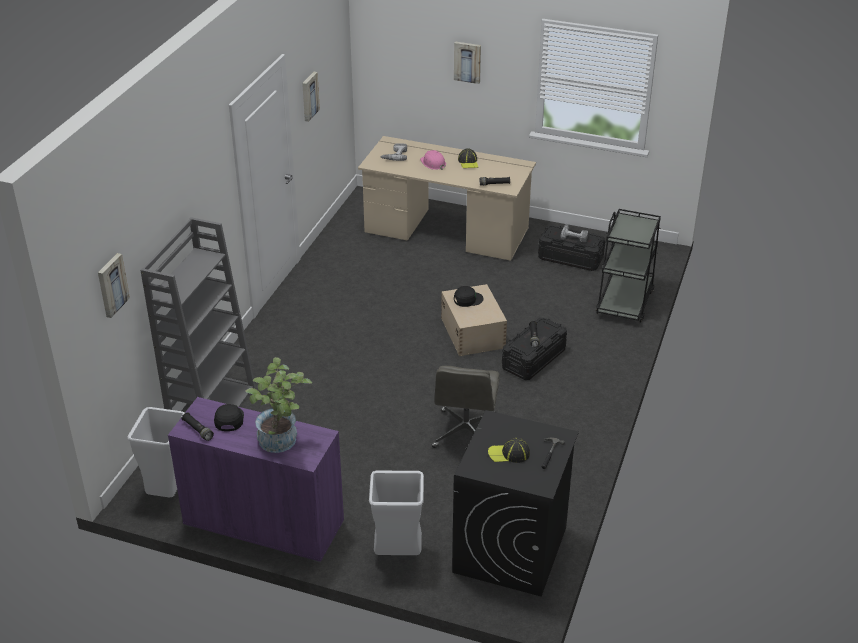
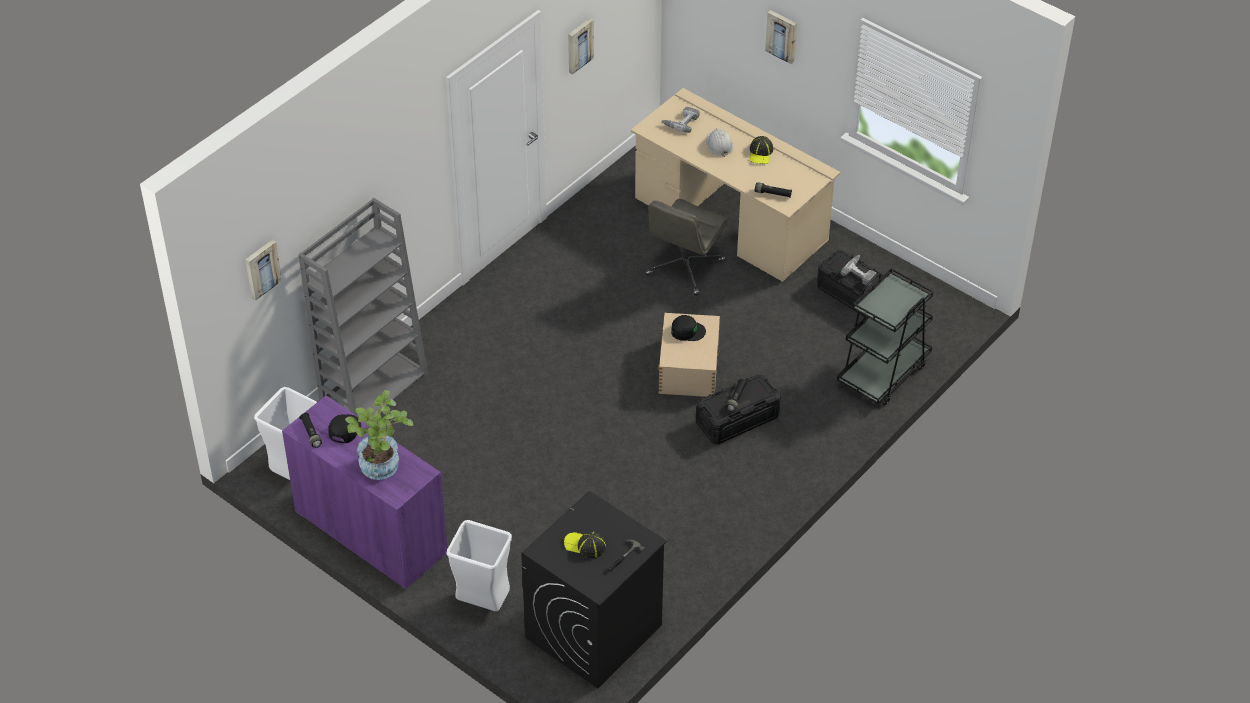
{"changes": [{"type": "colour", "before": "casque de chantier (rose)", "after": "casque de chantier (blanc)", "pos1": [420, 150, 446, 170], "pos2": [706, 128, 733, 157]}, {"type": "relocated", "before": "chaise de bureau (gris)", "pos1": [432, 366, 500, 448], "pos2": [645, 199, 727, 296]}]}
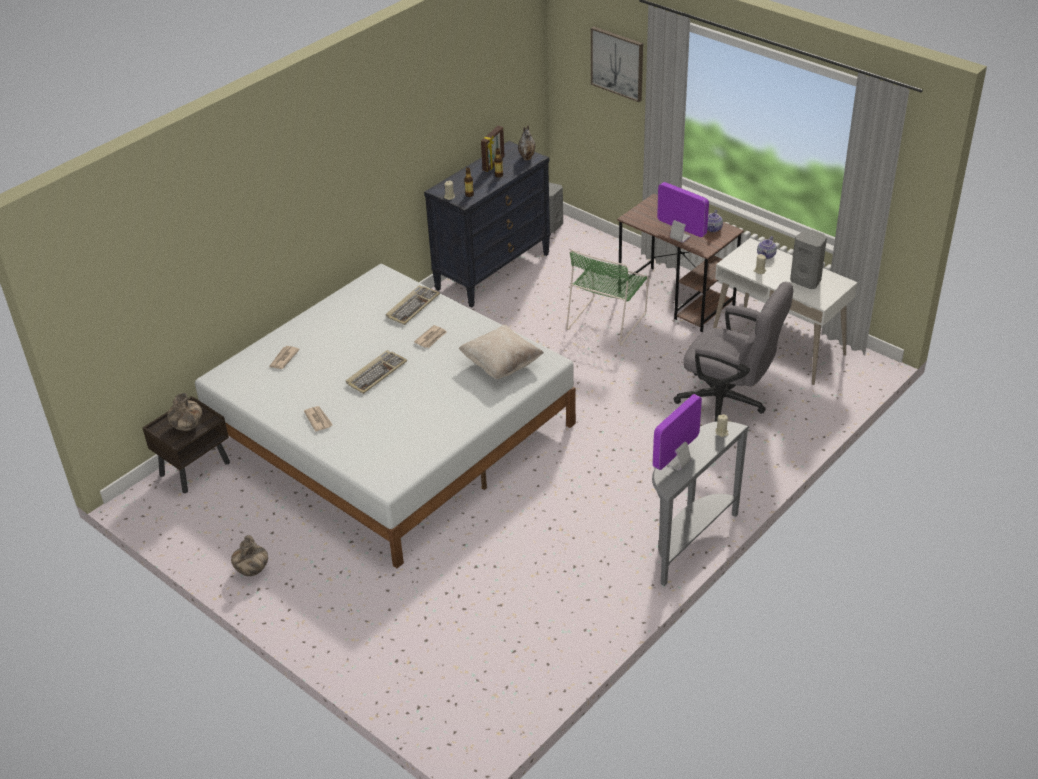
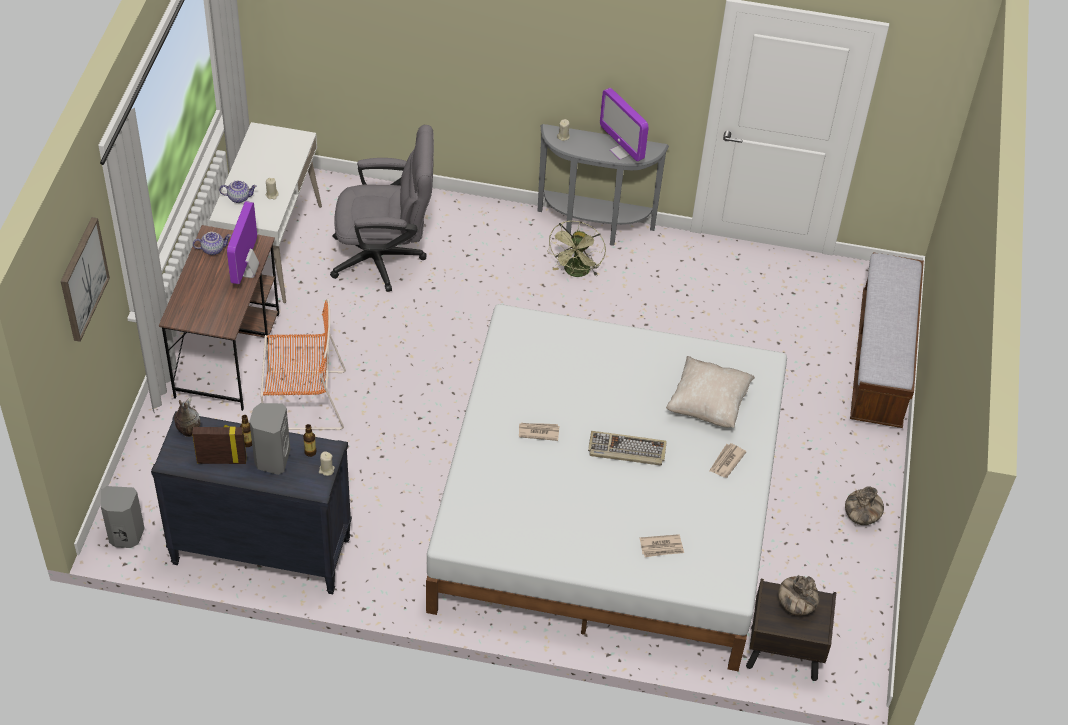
{"changes": [{"type": "relocated", "before": "enceinte (gris)", "pos1": [790, 230, 827, 289], "pos2": [249, 403, 290, 475]}, {"type": "colour", "before": "chaise (vert)", "after": "chaise (orange)", "pos1": [566, 250, 649, 346], "pos2": [260, 298, 346, 430]}, {"type": "spun", "before": "chaise de bureau (gris)", "pos1": [674, 282, 793, 422], "pos2": [330, 125, 434, 292], "turn": 90}, {"type": "missing", "before": "clavier", "pos1": [386, 285, 440, 325]}, {"type": "relocated", "before": "coussin (beige)", "pos1": [458, 325, 544, 379], "pos2": [666, 356, 755, 428]}, {"type": "spun", "before": "écran d'ordinateur", "pos1": [653, 394, 702, 471], "pos2": [600, 88, 649, 161], "turn": 45}, {"type": "appeared", "after": "ventilateur (vert)", "pos2": [547, 221, 606, 277]}, {"type": "appeared", "after": "banc", "pos2": [850, 252, 924, 428]}]}
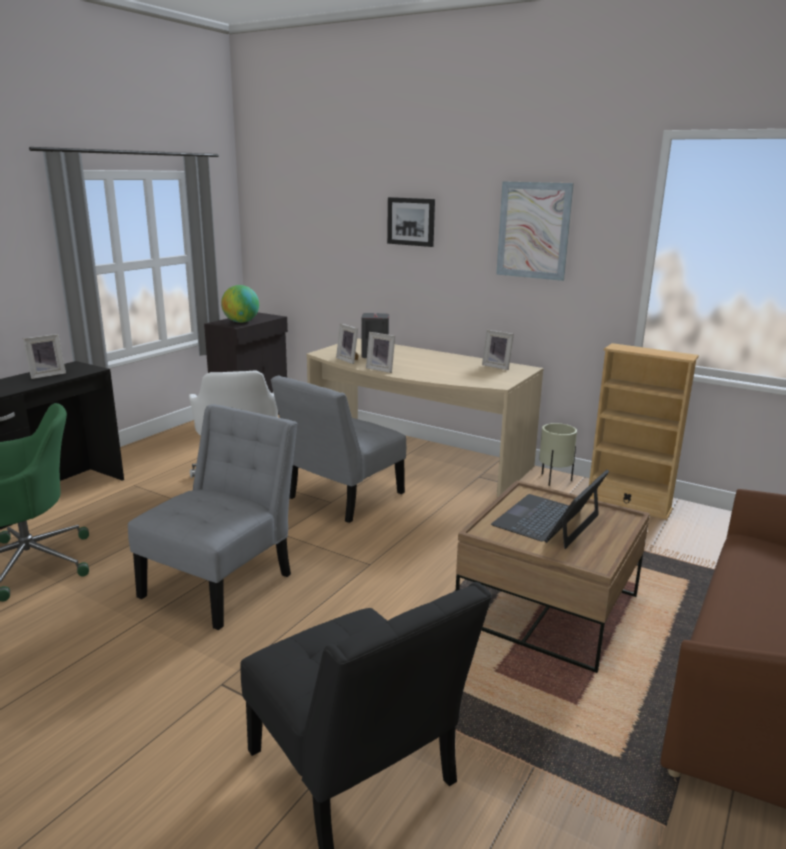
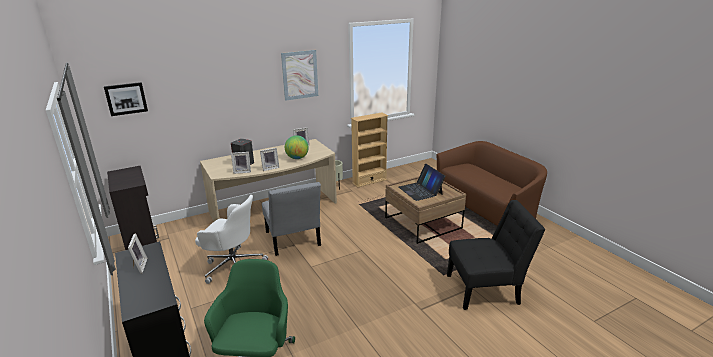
{"changes": [{"type": "relocated", "before": "tableau", "pos1": [387, 197, 435, 247], "pos2": [104, 82, 148, 116]}, {"type": "relocated", "before": "globe", "pos1": [221, 285, 259, 323], "pos2": [285, 135, 309, 159]}, {"type": "missing", "before": "chaise (gris)", "pos1": [128, 404, 298, 630]}]}
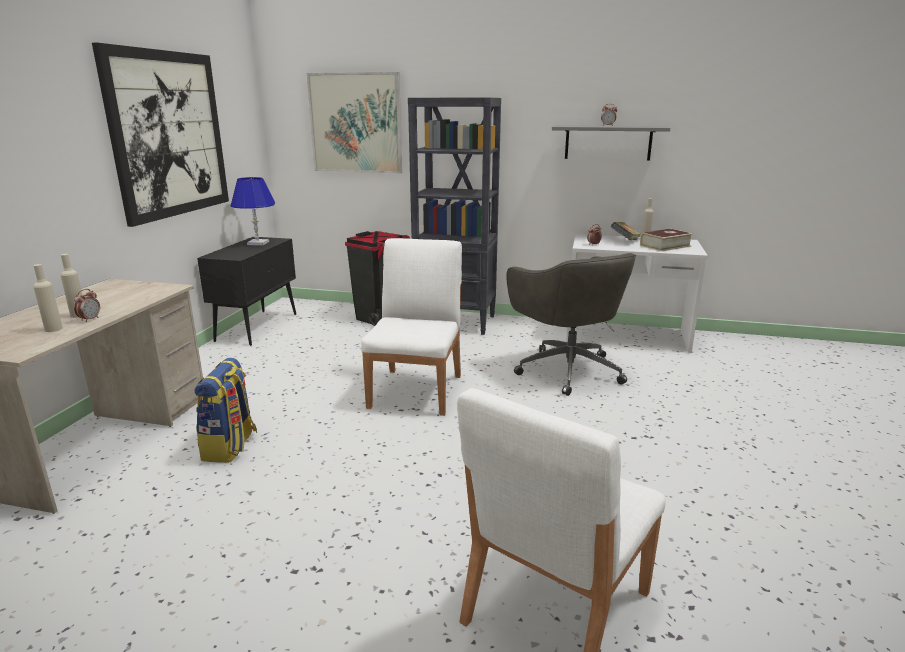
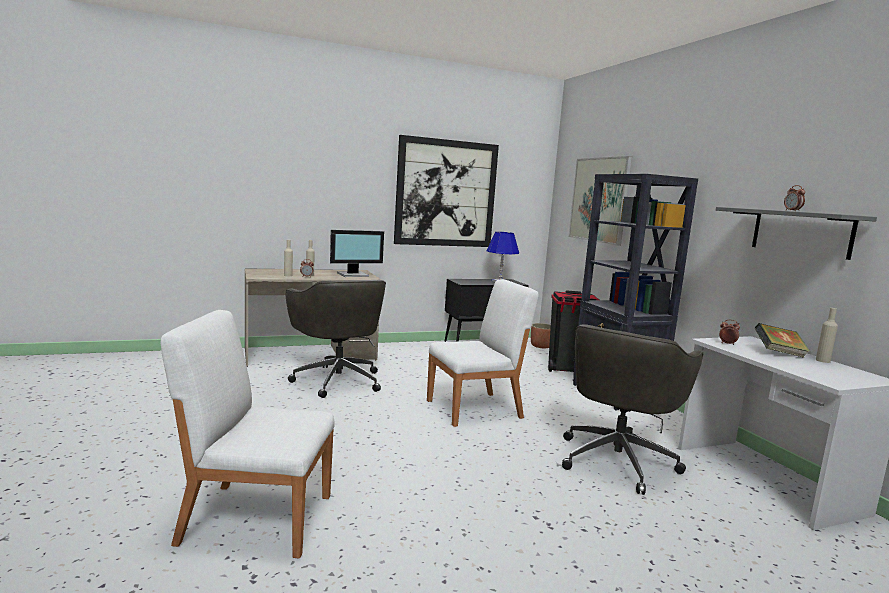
{"changes": [{"type": "missing", "before": "livre", "pos1": [640, 228, 693, 251]}, {"type": "exchanged", "before": "sac à dos", "after": "chaise de bureau (gris)", "pos1": [195, 358, 257, 463], "pos2": [286, 280, 386, 398]}, {"type": "appeared", "after": "écran d'ordinateur", "pos2": [330, 230, 384, 277]}, {"type": "appeared", "after": "cache-pot", "pos2": [531, 323, 551, 348]}]}
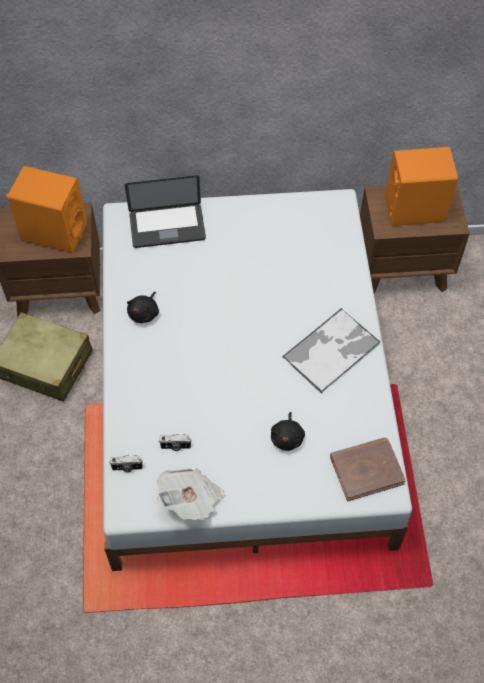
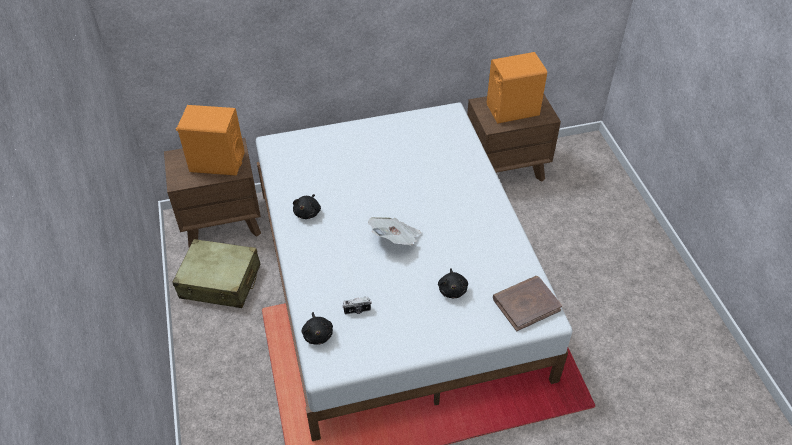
{"changes": [{"type": "missing", "before": "ordinateur portable", "pos1": [125, 175, 206, 248]}, {"type": "missing", "before": "plateau", "pos1": [282, 308, 381, 394]}, {"type": "exchanged", "before": "appareil photo", "after": "peluche (noir)", "pos1": [109, 455, 143, 472], "pos2": [301, 312, 333, 345]}, {"type": "relocated", "before": "journal", "pos1": [156, 468, 225, 520], "pos2": [368, 217, 421, 245]}]}
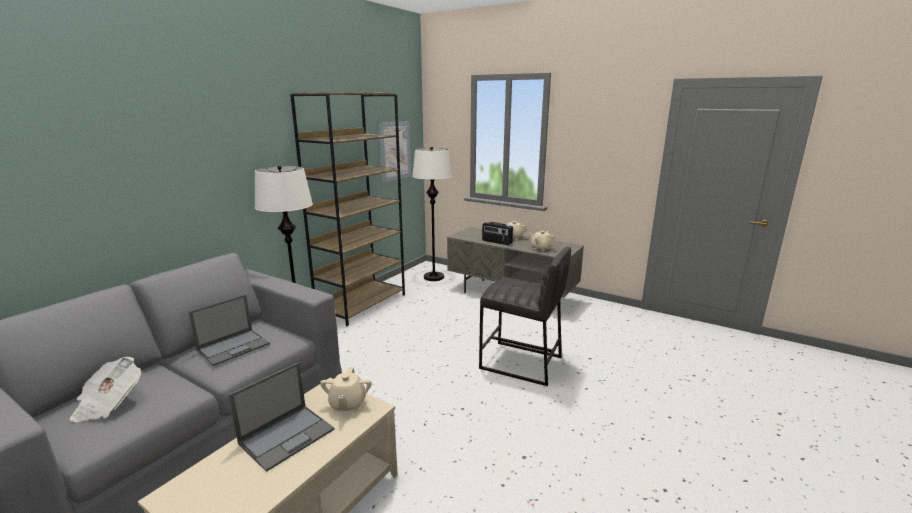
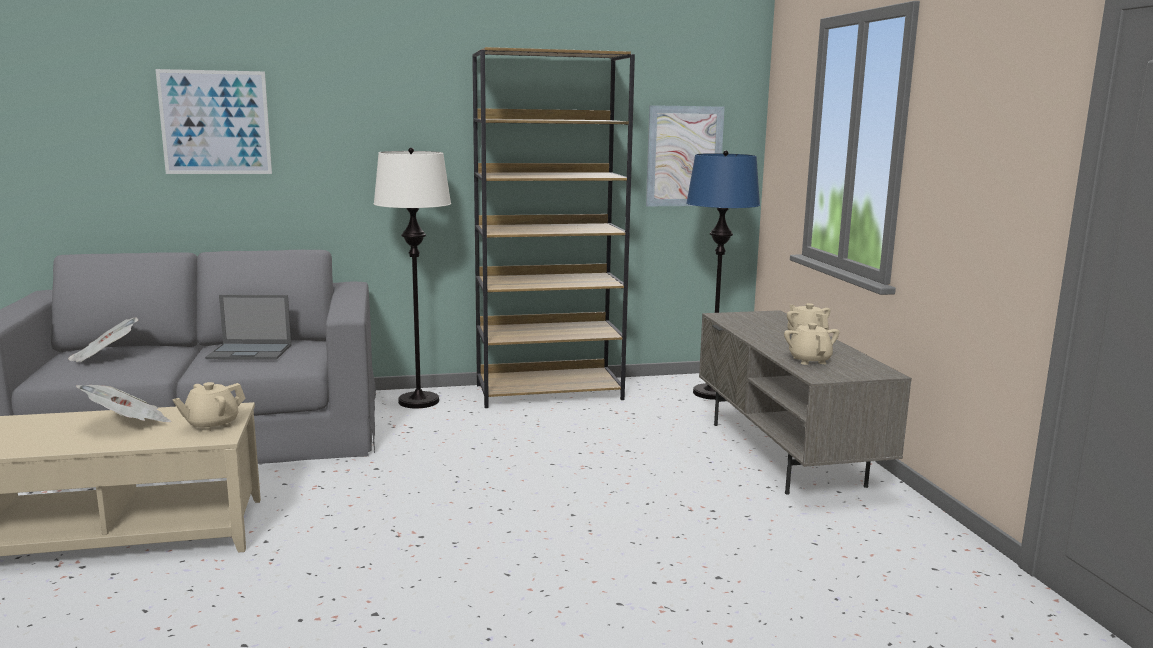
{"changes": [{"type": "colour", "before": "lampadaire (blanc)", "after": "lampadaire (bleu)", "pos1": [412, 147, 452, 281], "pos2": [686, 150, 760, 400]}, {"type": "missing", "before": "radio", "pos1": [482, 222, 513, 245]}, {"type": "missing", "before": "tabouret (gris)", "pos1": [479, 247, 571, 386]}, {"type": "exchanged", "before": "ordinateur portable", "after": "journal", "pos1": [229, 362, 335, 472], "pos2": [76, 385, 172, 422]}, {"type": "appeared", "after": "tableau", "pos2": [155, 69, 272, 174]}]}
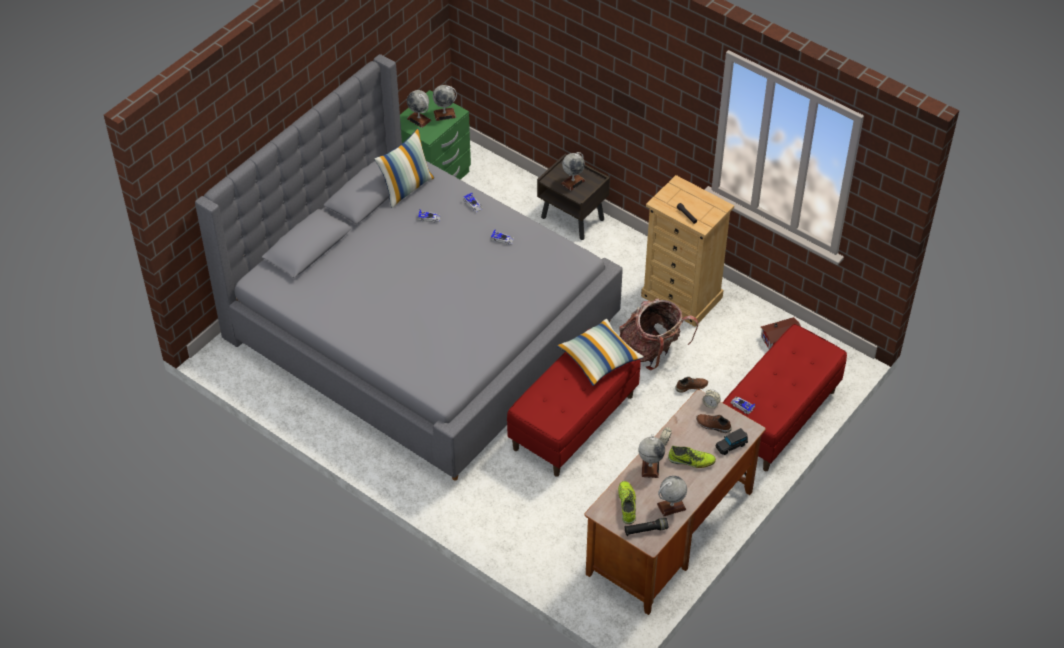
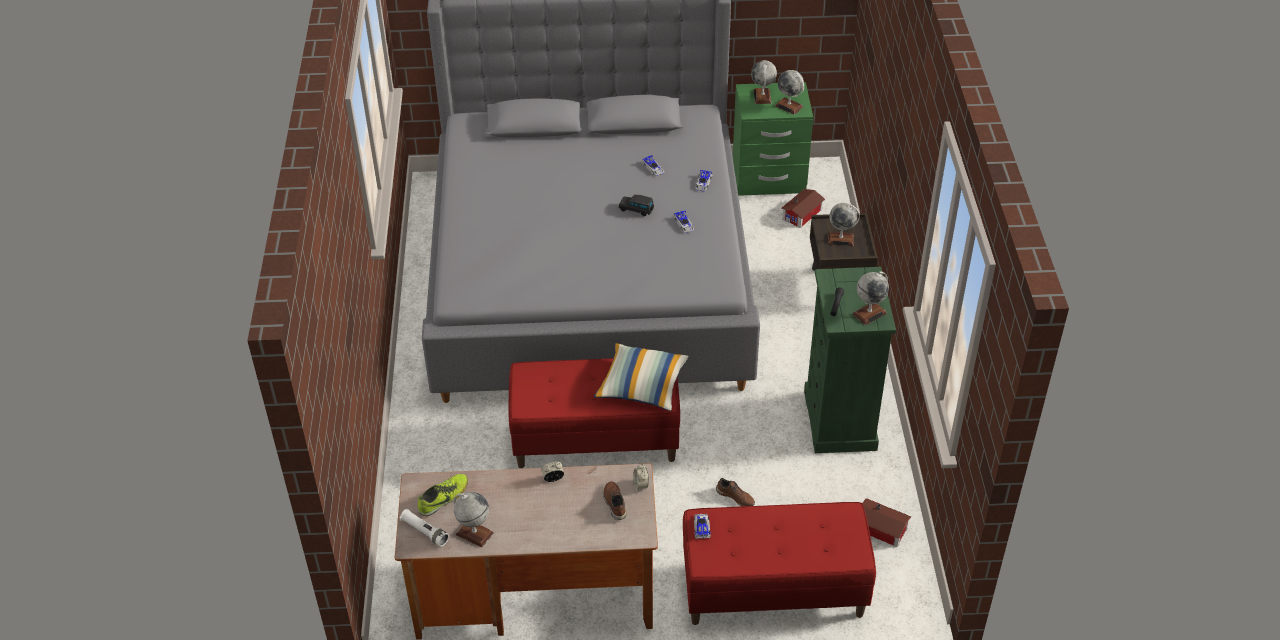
{"changes": [{"type": "missing", "before": "coussin", "pos1": [374, 128, 434, 208]}, {"type": "colour", "before": "commode (beige)", "after": "commode (vert)", "pos1": [641, 175, 734, 327], "pos2": [804, 267, 896, 453]}, {"type": "missing", "before": "sac à dos", "pos1": [619, 298, 698, 370]}, {"type": "relocated", "before": "petite voiture (noir)", "pos1": [716, 428, 748, 455], "pos2": [619, 195, 654, 216]}, {"type": "relocated", "before": "globe", "pos1": [638, 434, 665, 478], "pos2": [852, 271, 889, 325]}, {"type": "missing", "before": "chaussure", "pos1": [668, 446, 716, 468]}, {"type": "colour", "before": "lampe de poche (noir)", "after": "lampe de poche (blanc)", "pos1": [625, 518, 668, 536], "pos2": [400, 509, 449, 546]}, {"type": "appeared", "after": "maison miniature", "pos2": [781, 189, 825, 228]}]}
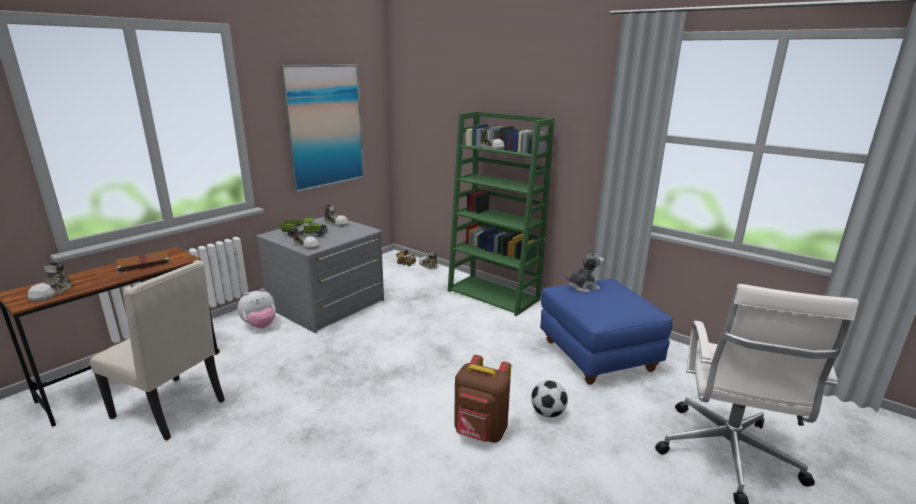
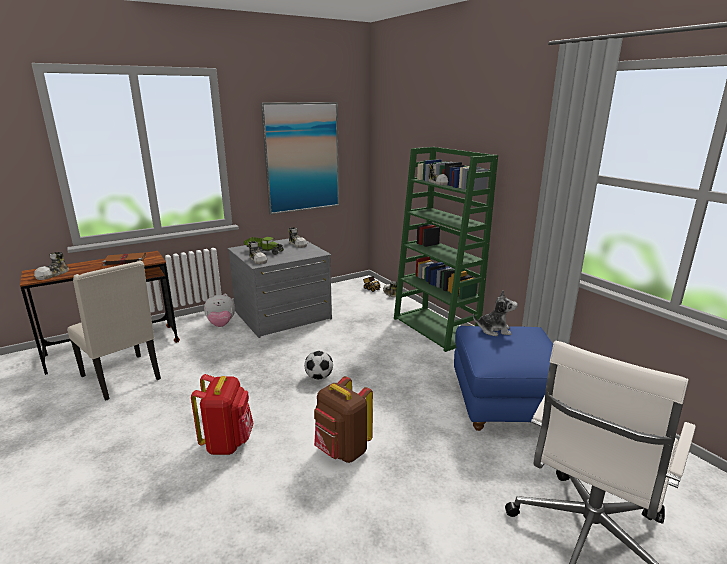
{"changes": [{"type": "relocated", "before": "ballon de foot", "pos1": [531, 380, 568, 418], "pos2": [304, 351, 333, 380]}, {"type": "appeared", "after": "sac à dos (rouge)", "pos2": [191, 374, 254, 455]}]}
